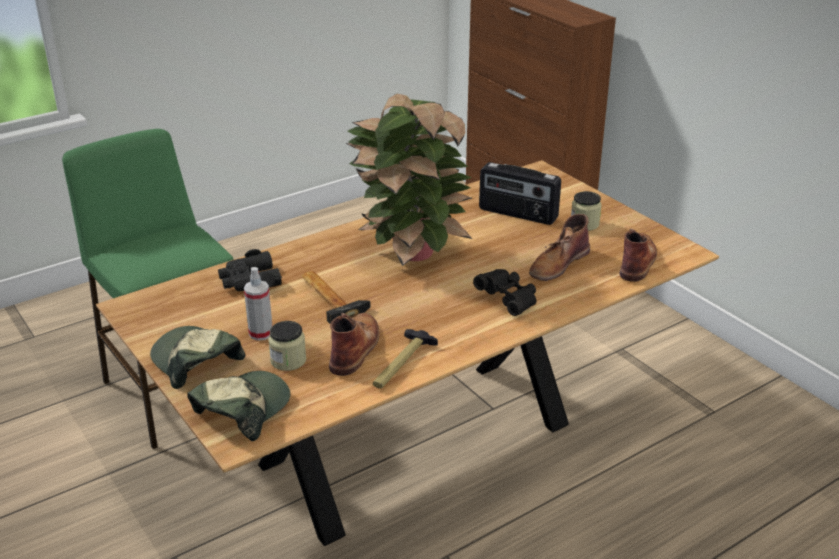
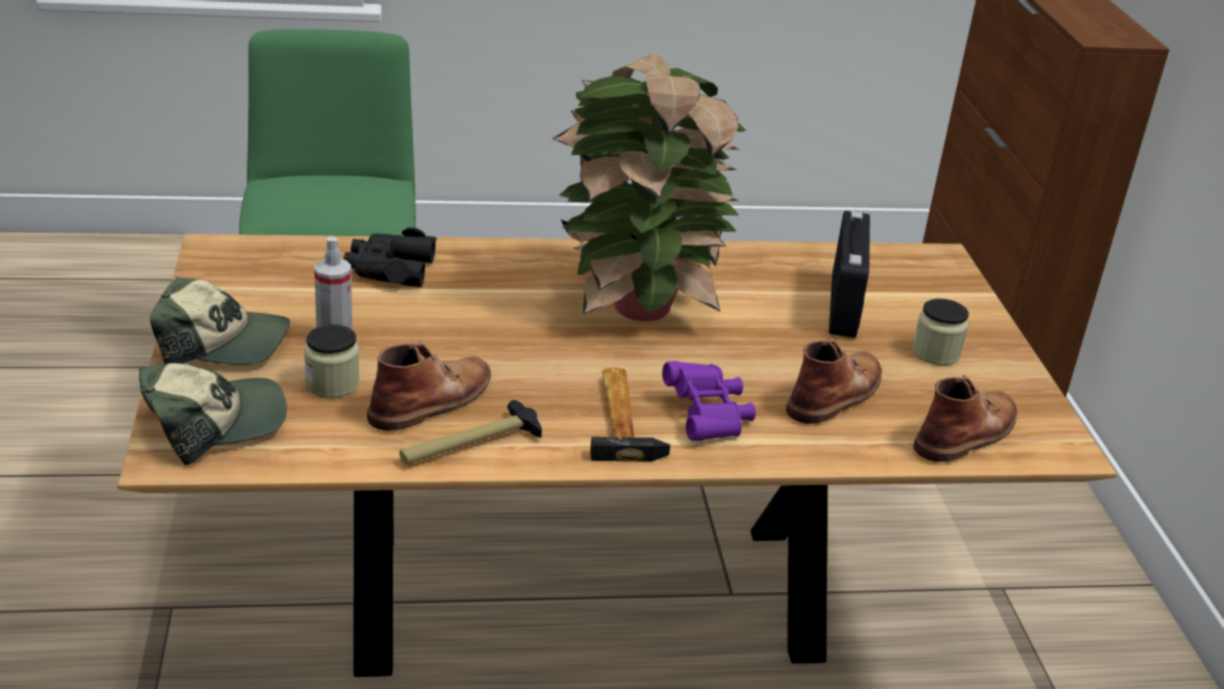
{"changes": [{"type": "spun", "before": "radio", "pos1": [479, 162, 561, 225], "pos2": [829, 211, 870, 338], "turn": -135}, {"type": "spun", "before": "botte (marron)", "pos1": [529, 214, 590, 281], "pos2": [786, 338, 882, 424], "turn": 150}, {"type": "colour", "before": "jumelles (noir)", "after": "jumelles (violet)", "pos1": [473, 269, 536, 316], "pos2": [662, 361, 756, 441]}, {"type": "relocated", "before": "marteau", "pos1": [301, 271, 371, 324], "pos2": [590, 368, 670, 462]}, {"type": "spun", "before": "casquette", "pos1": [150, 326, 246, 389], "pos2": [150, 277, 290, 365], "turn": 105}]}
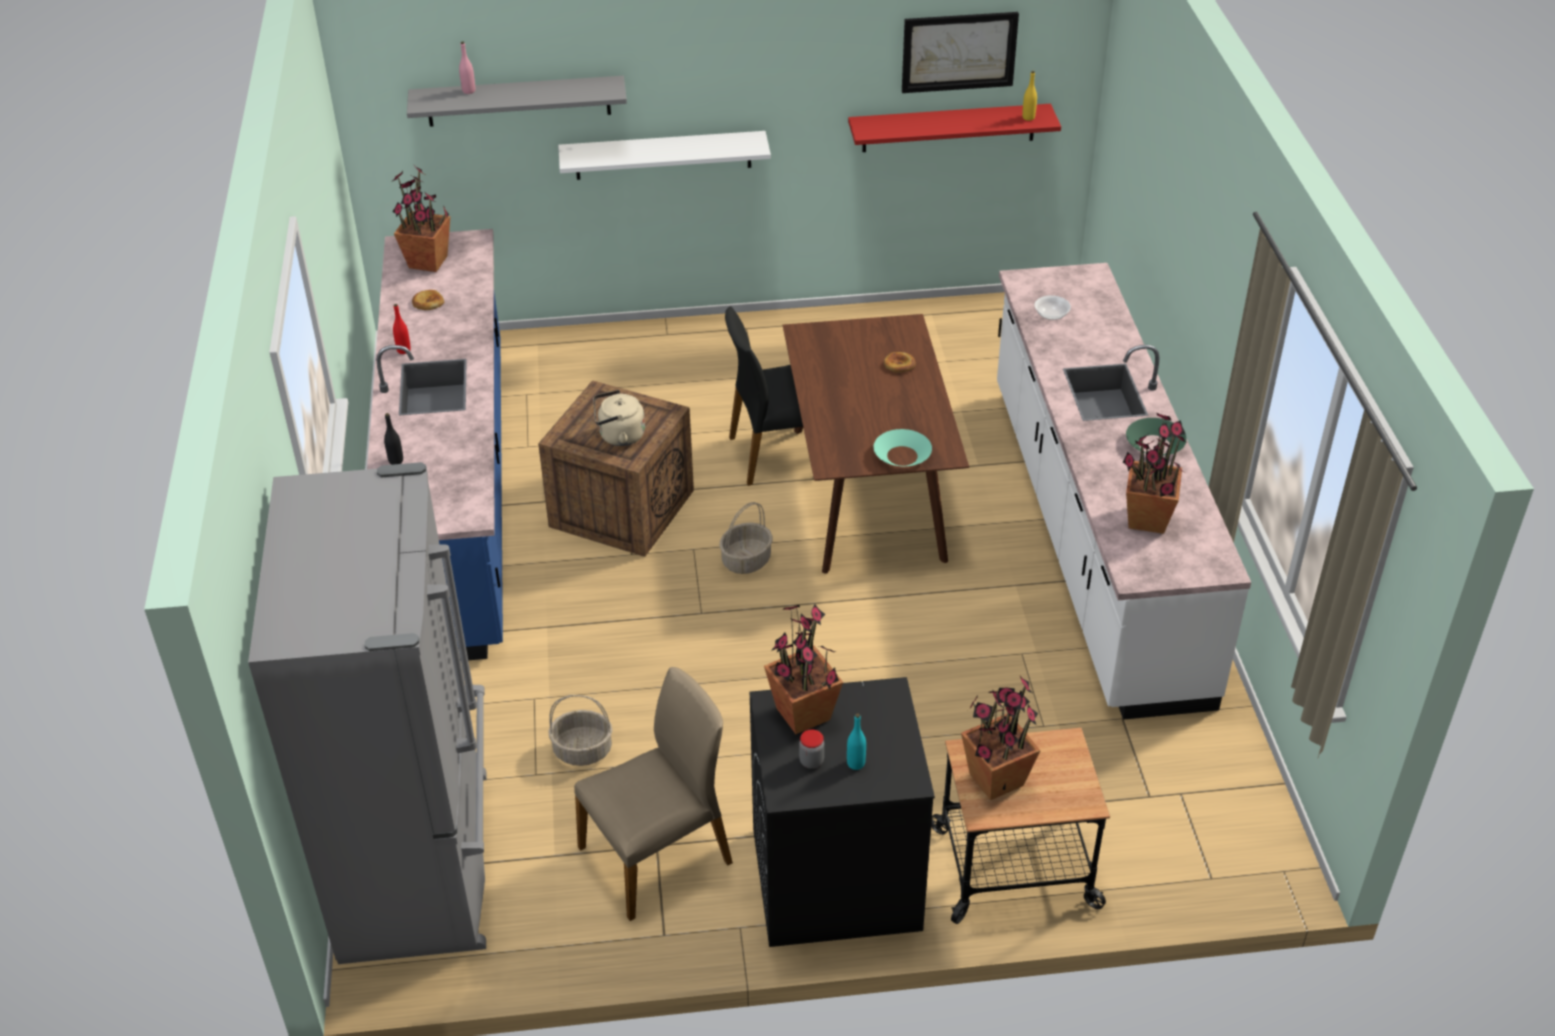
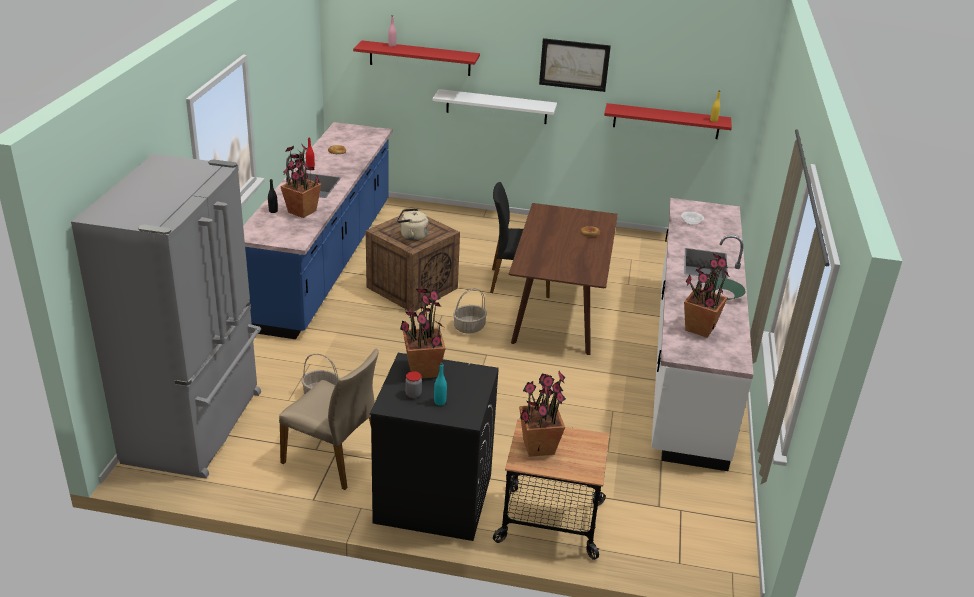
{"changes": [{"type": "relocated", "before": "tableau", "pos1": [902, 12, 1019, 93], "pos2": [539, 38, 611, 92]}, {"type": "colour", "before": "étagère (gris)", "after": "étagère (rouge)", "pos1": [407, 76, 627, 127], "pos2": [353, 40, 480, 76]}, {"type": "relocated", "before": "plante en pot", "pos1": [391, 165, 450, 272], "pos2": [280, 143, 321, 218]}, {"type": "missing", "before": "bol (turquoise)", "pos1": [874, 429, 932, 466]}, {"type": "spun", "before": "chaise (beige)", "pos1": [574, 667, 733, 921], "pos2": [279, 349, 379, 490], "turn": 45}]}
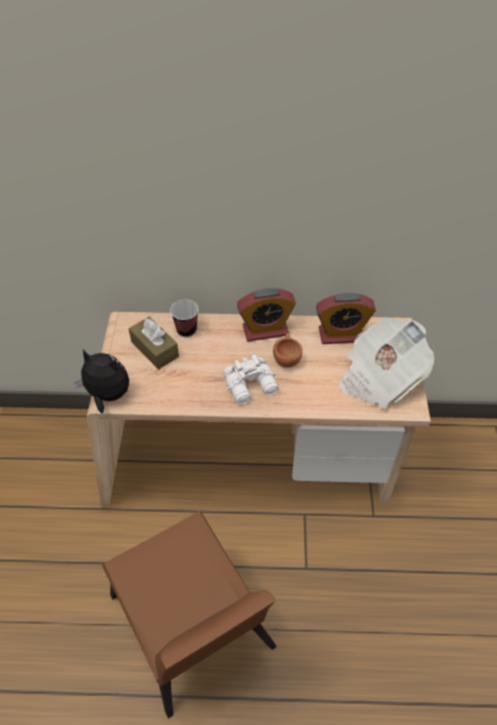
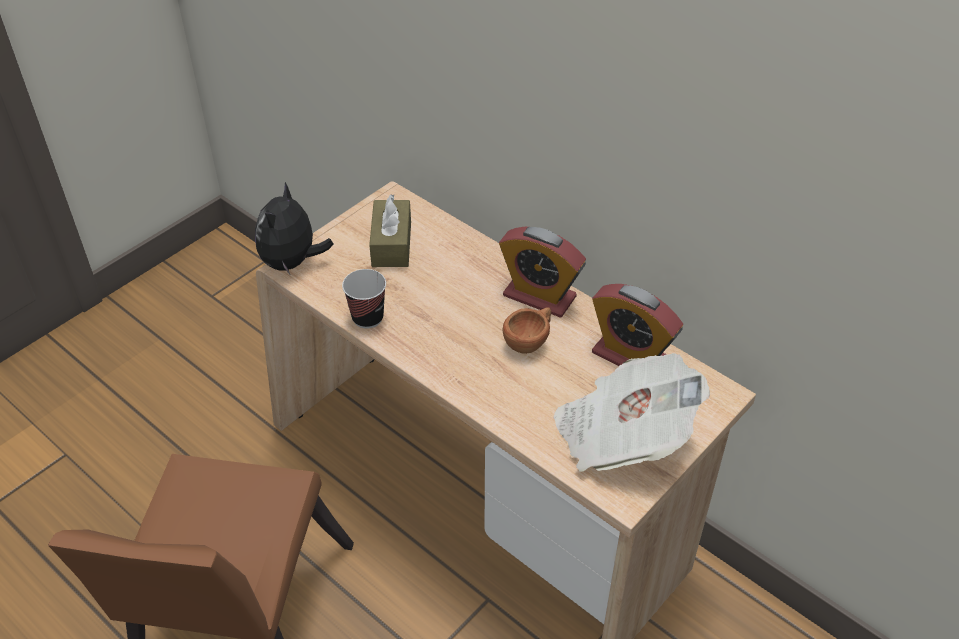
{"changes": [{"type": "relocated", "before": "tasse", "pos1": [170, 299, 198, 337], "pos2": [342, 269, 386, 329]}, {"type": "spun", "before": "peluche", "pos1": [74, 349, 129, 414], "pos2": [255, 182, 334, 274], "turn": -135}, {"type": "missing", "before": "jumelles (blanc)", "pos1": [223, 352, 279, 405]}]}
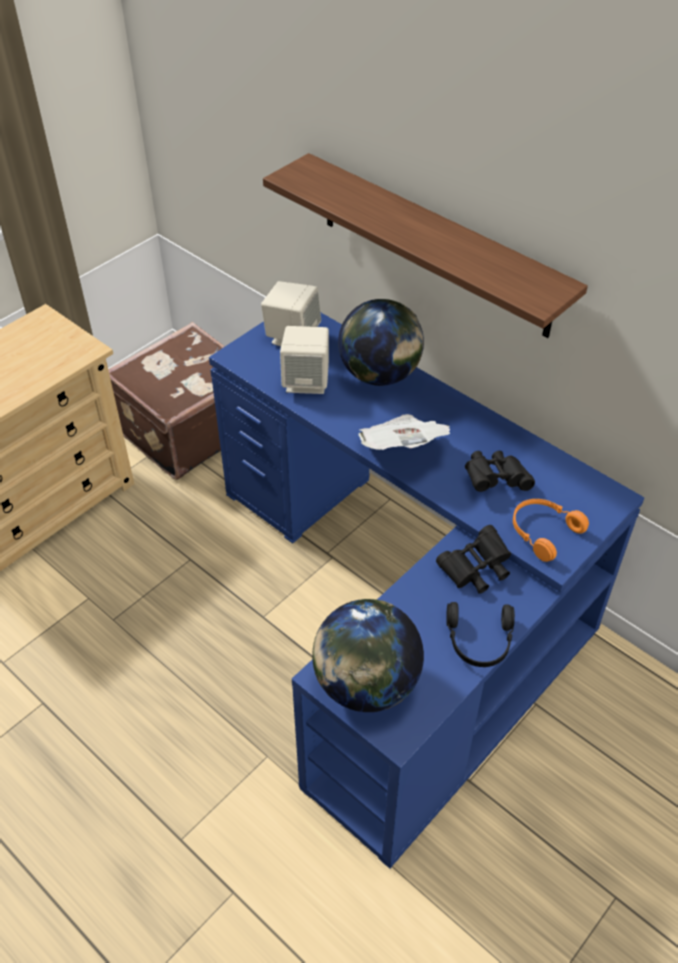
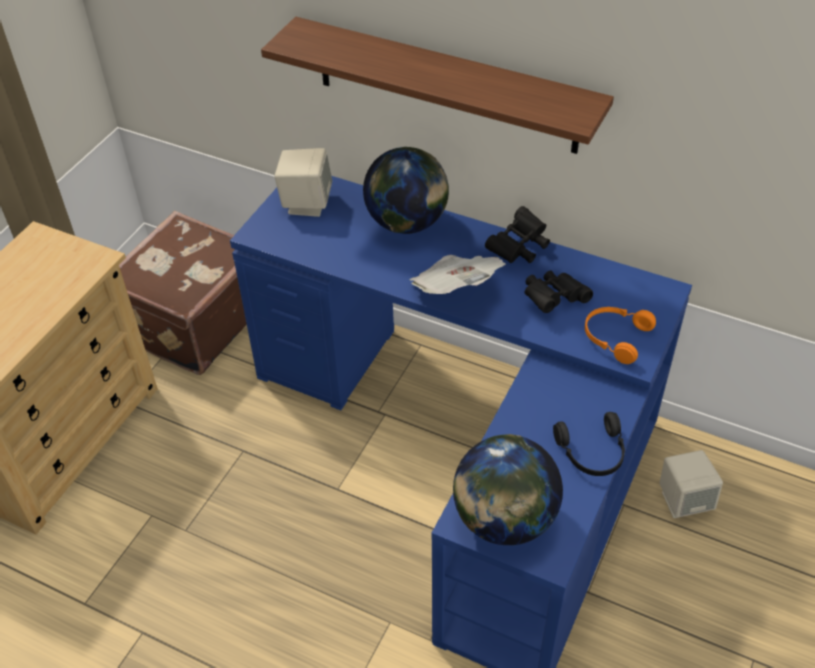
{"changes": [{"type": "relocated", "before": "enceinte (beige)", "pos1": [280, 326, 329, 394], "pos2": [660, 450, 723, 518]}, {"type": "relocated", "before": "jumelles (noir)", "pos1": [436, 525, 511, 594], "pos2": [485, 206, 550, 263]}]}
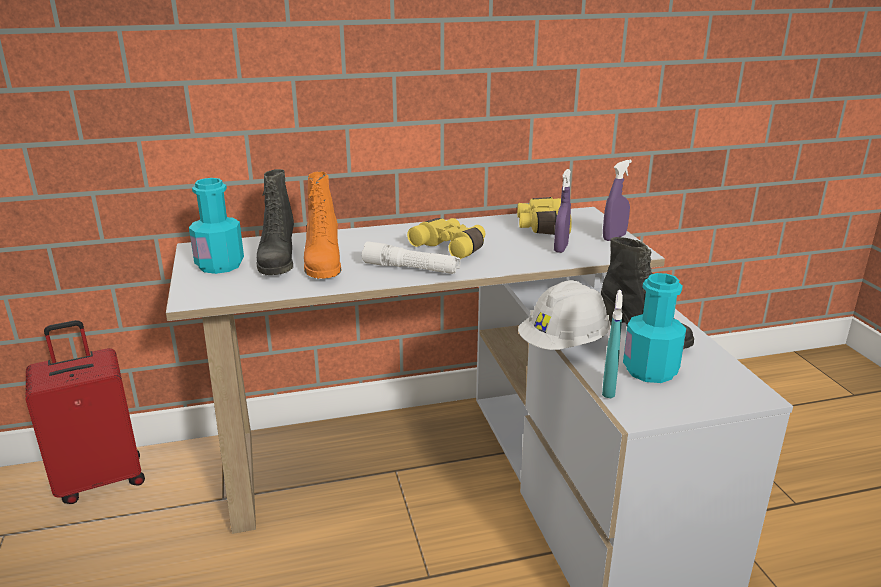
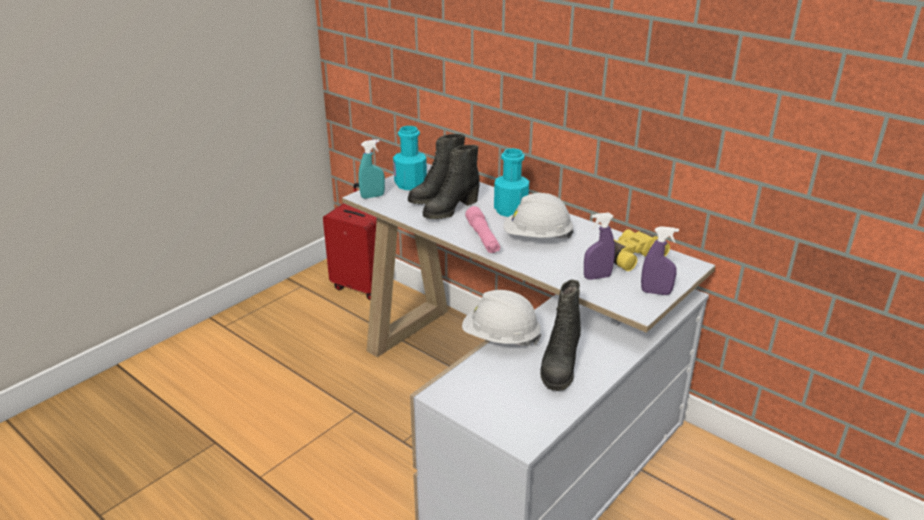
{"changes": [{"type": "colour", "before": "botte (orange)", "after": "botte (noir)", "pos1": [304, 171, 341, 279], "pos2": [423, 145, 480, 219]}, {"type": "exchanged", "before": "jumelles (jaune)", "after": "casque de chantier (blanc)", "pos1": [407, 218, 485, 259], "pos2": [503, 193, 574, 239]}, {"type": "colour", "before": "lampe de poche (blanc)", "after": "lampe de poche (rose)", "pos1": [362, 241, 460, 274], "pos2": [465, 206, 500, 253]}, {"type": "relocated", "before": "bouteille (turquoise)", "pos1": [623, 273, 686, 383], "pos2": [494, 148, 529, 217]}, {"type": "relocated", "before": "vaporisateur (turquoise)", "pos1": [602, 290, 623, 398], "pos2": [358, 139, 385, 199]}]}
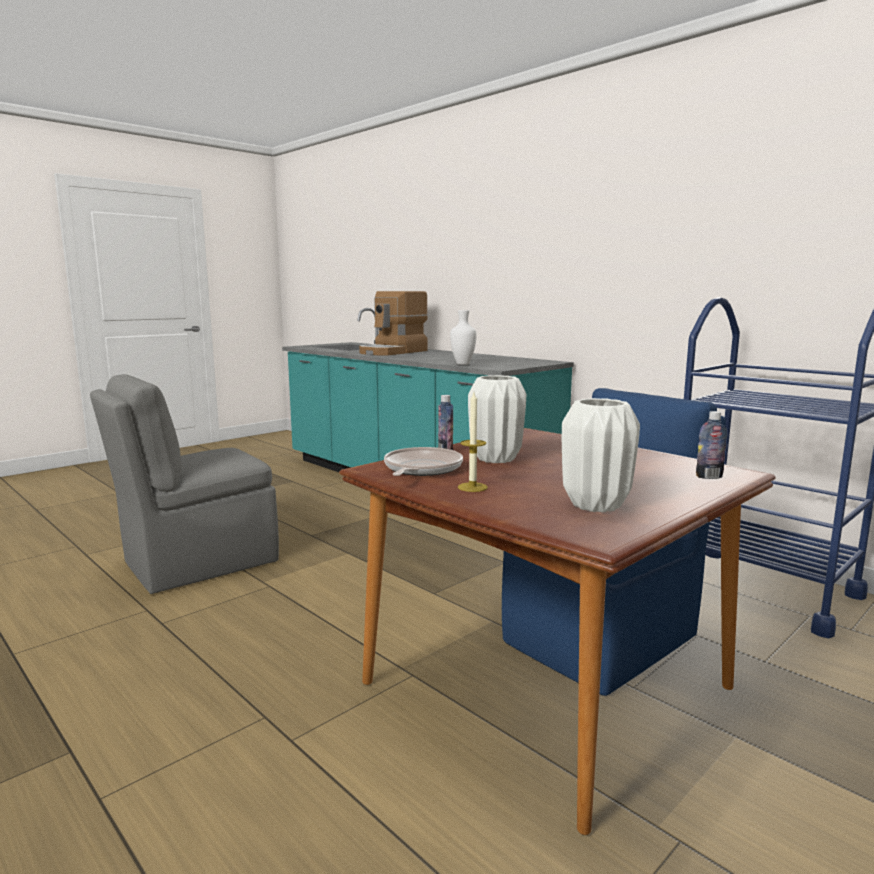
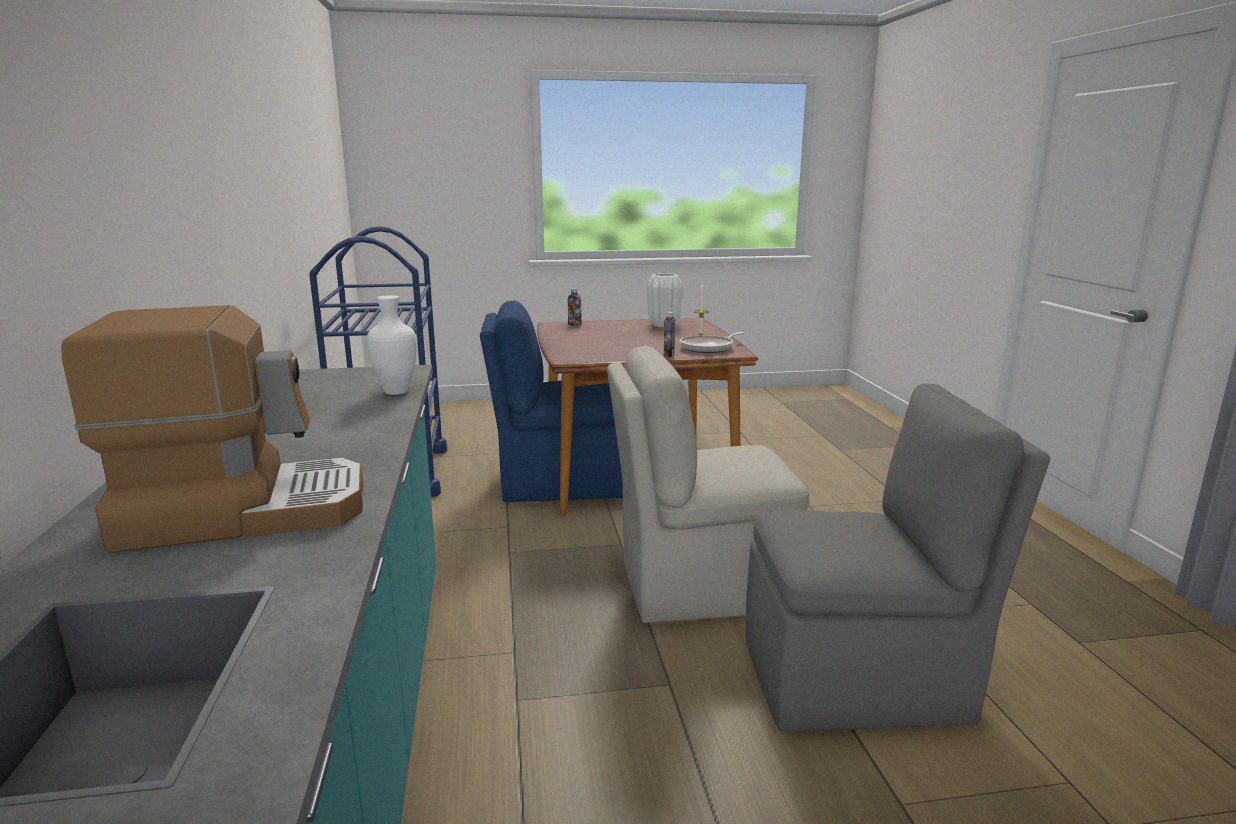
{"changes": [{"type": "missing", "before": "vase (blanc)", "pos1": [468, 375, 526, 463]}, {"type": "appeared", "after": "chaise (beige)", "pos2": [607, 346, 809, 623]}]}
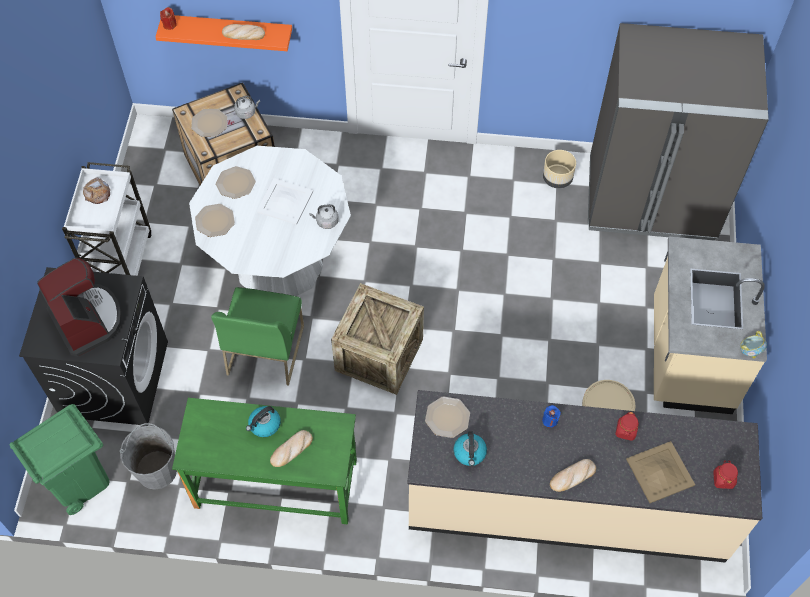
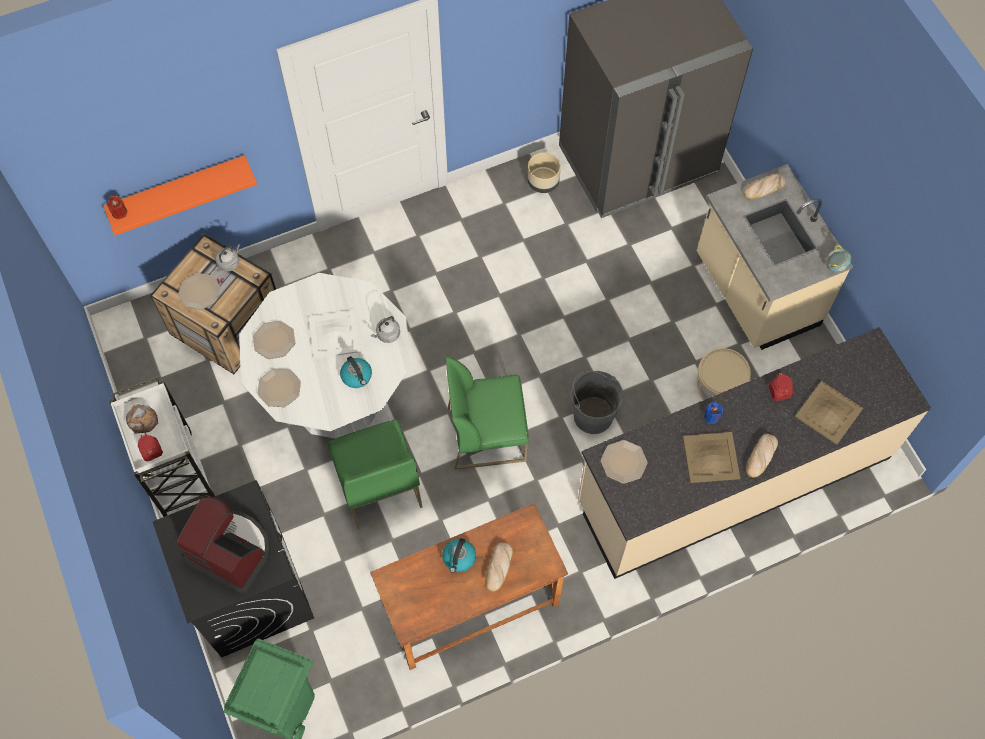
{"changes": [{"type": "relocated", "before": "pain", "pos1": [222, 24, 265, 40], "pos2": [743, 174, 786, 199]}, {"type": "exchanged", "before": "caisse", "after": "chaise (vert)", "pos1": [331, 283, 424, 395], "pos2": [445, 357, 529, 470]}, {"type": "colour", "before": "bureau (vert)", "after": "bureau (marron)", "pos1": [172, 398, 357, 524], "pos2": [370, 503, 568, 670]}, {"type": "relocated", "before": "seau (gris)", "pos1": [120, 423, 177, 490], "pos2": [571, 371, 624, 434]}, {"type": "relocated", "before": "bouilloire", "pos1": [454, 431, 487, 466], "pos2": [340, 356, 372, 388]}, {"type": "relocated", "before": "bocal (rouge)", "pos1": [713, 460, 738, 489], "pos2": [138, 433, 163, 462]}, {"type": "appeared", "after": "plateau (beige)", "pos2": [683, 432, 740, 483]}]}
